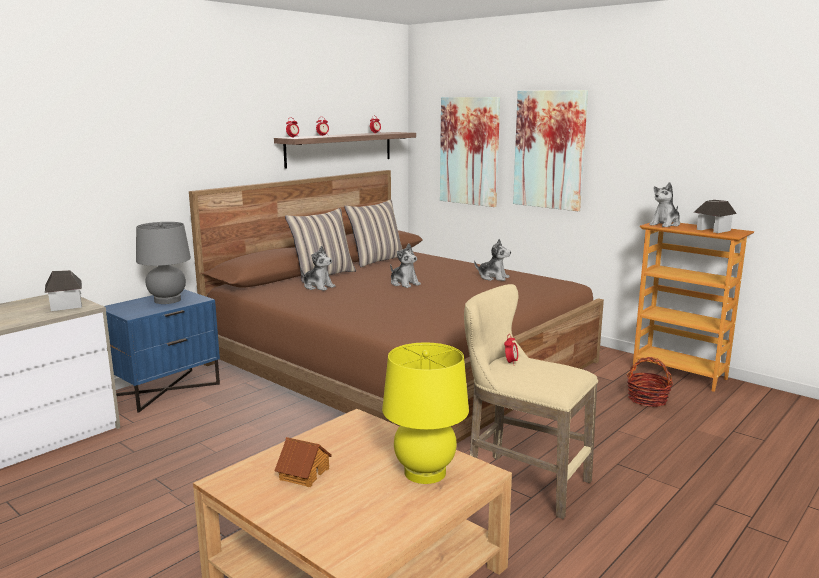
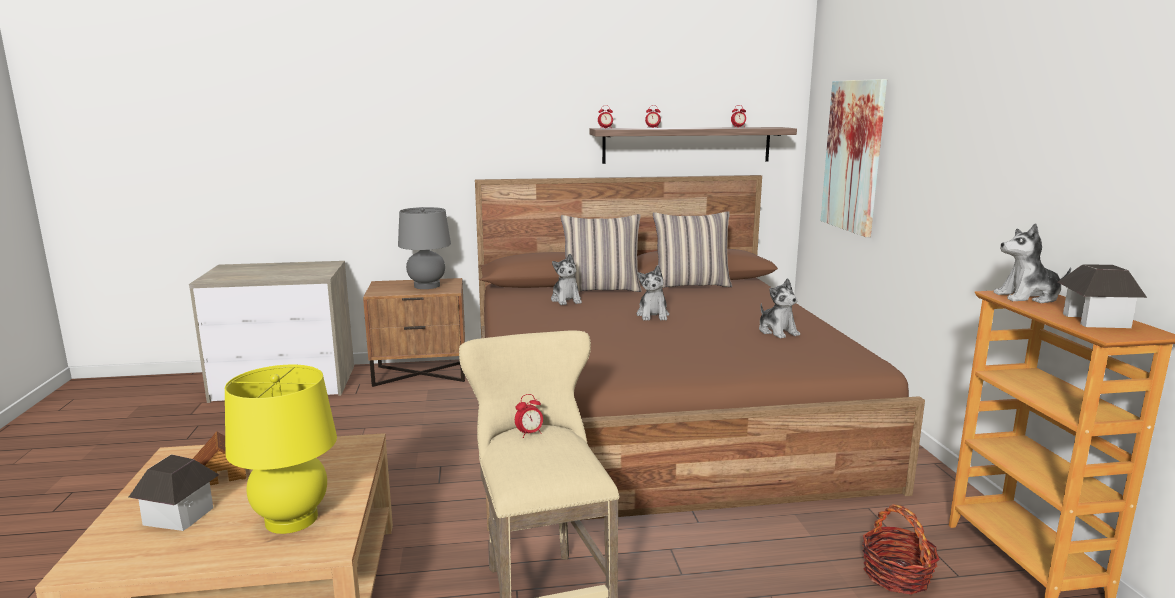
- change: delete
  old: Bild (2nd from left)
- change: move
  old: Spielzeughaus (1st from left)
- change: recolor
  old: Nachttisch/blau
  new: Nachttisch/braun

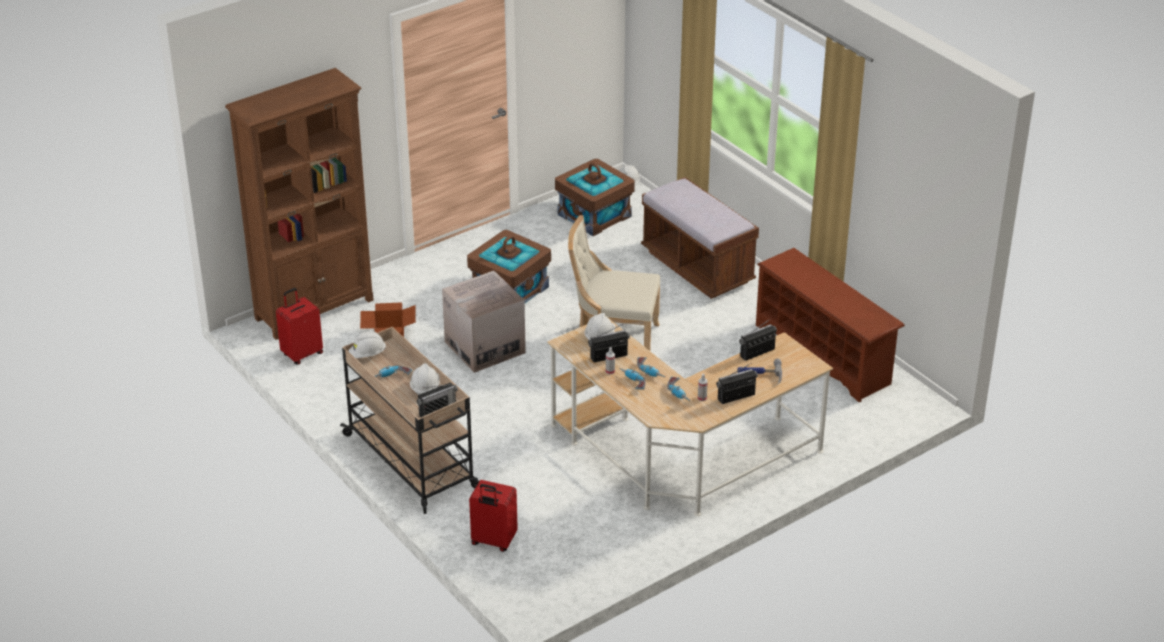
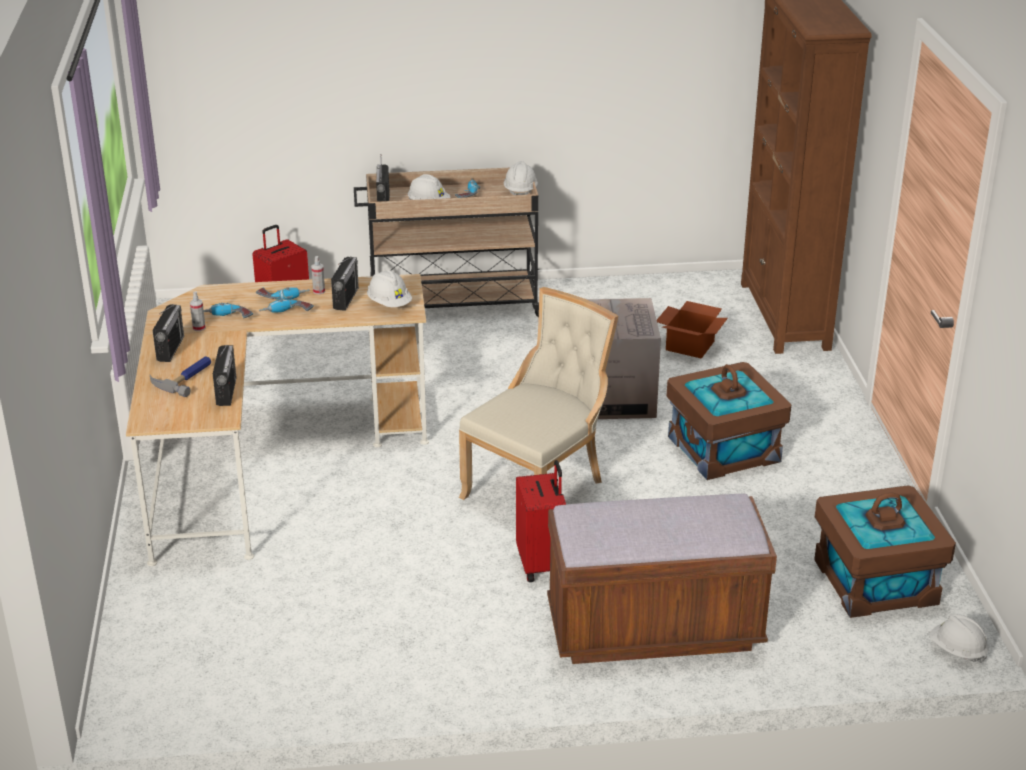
- change: delete
  old: Schuhregal/braun
- change: move
  old: Koffer/rot (1st from left in the first image)
  new: Koffer/rot (2nd from left)

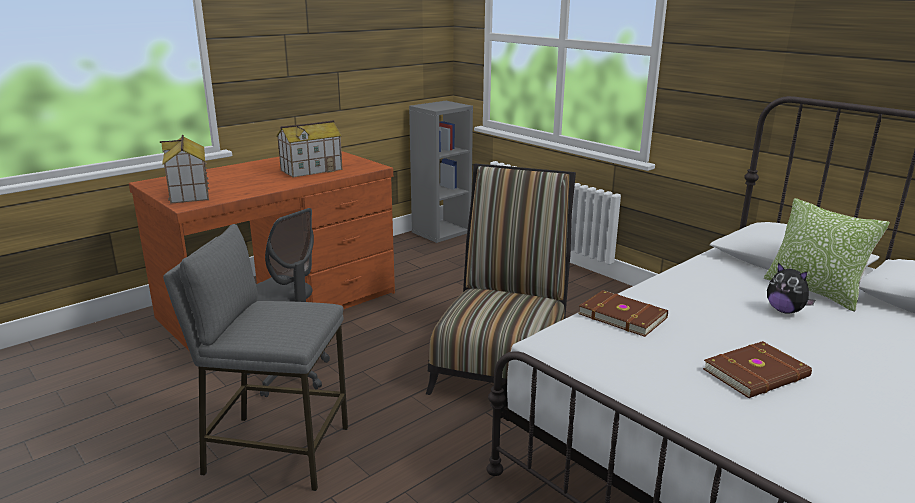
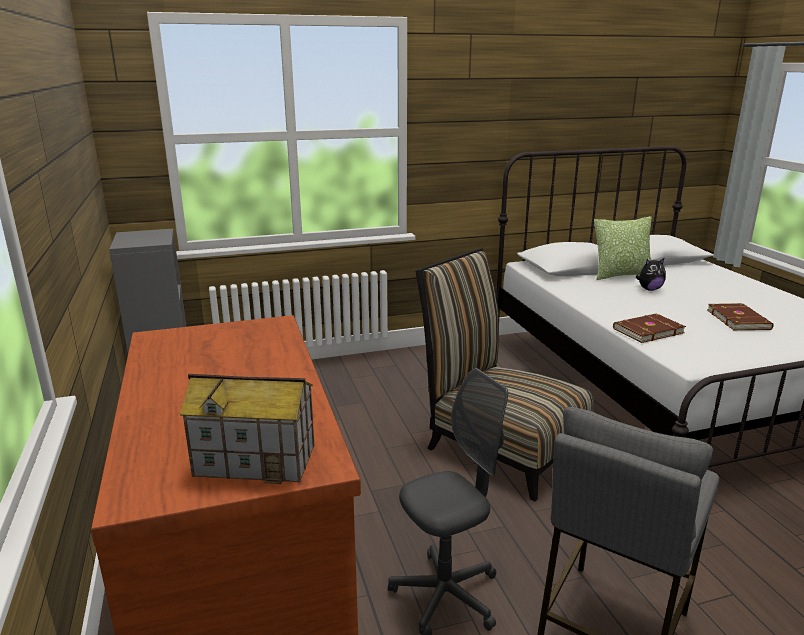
- change: delete
  old: Spielzeughaus (2nd from left)

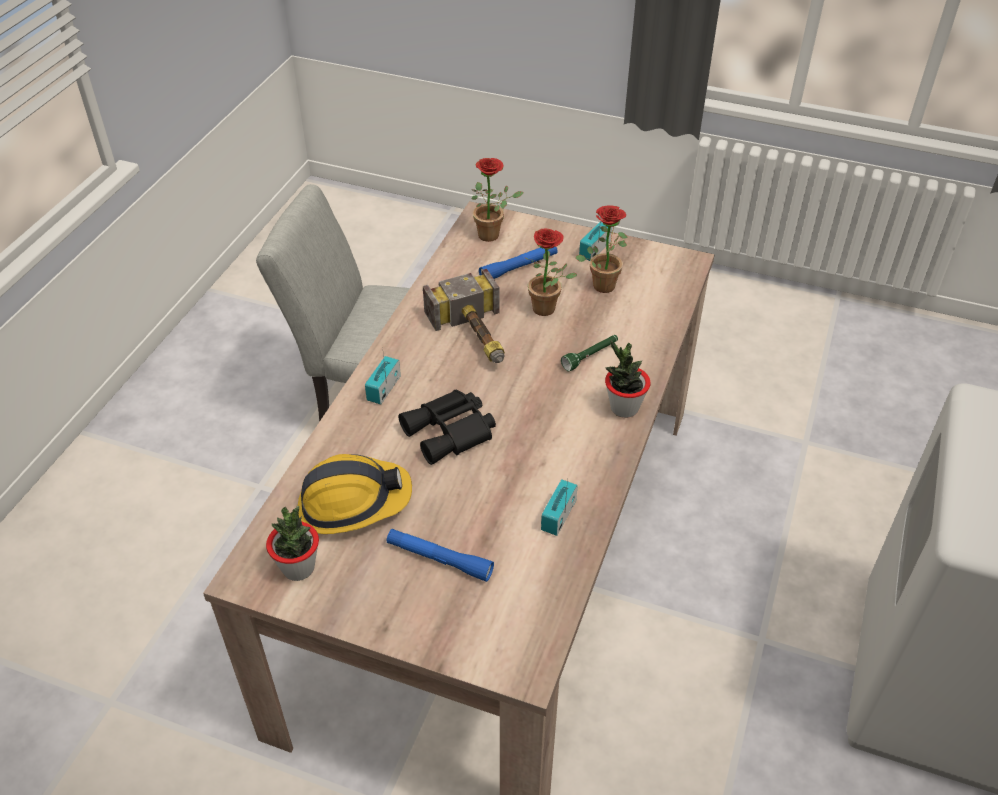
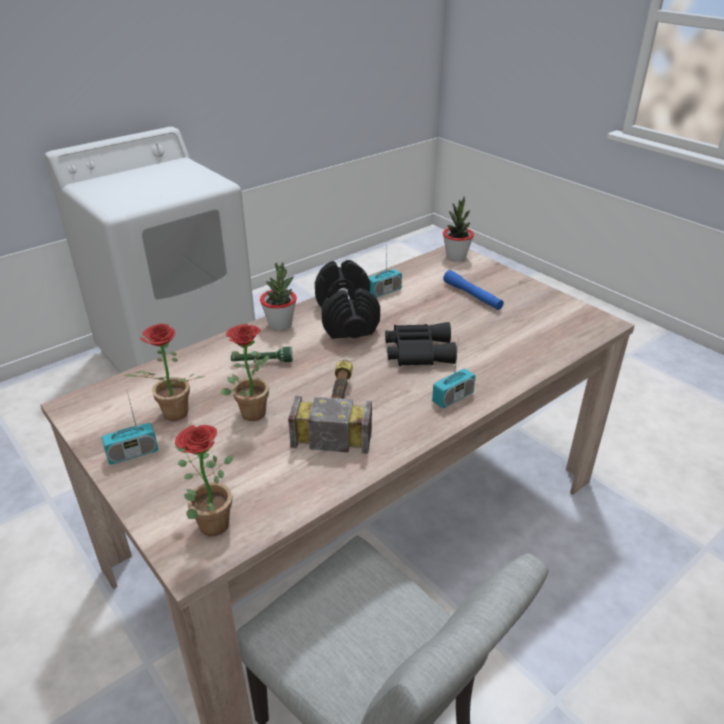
- change: delete
  old: Schutzhelm
- change: delete
  old: Taschenlampe/blau (2nd from left)
- change: insert
  new: Hantel/schwarz
- change: move
  old: Topfpflanze (1st from left in the first image)
  new: Topfpflanze (5th from left)

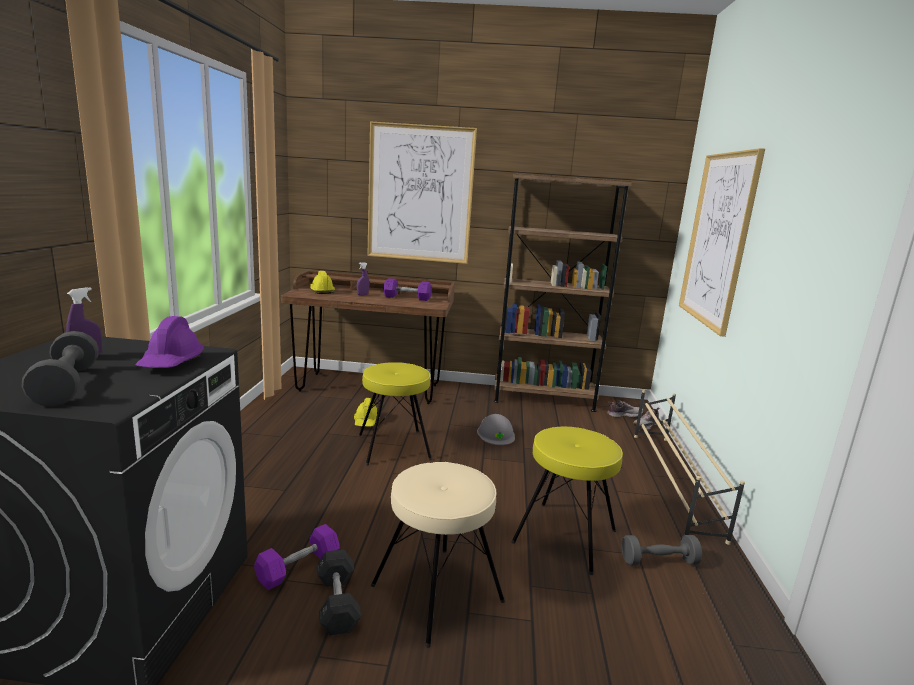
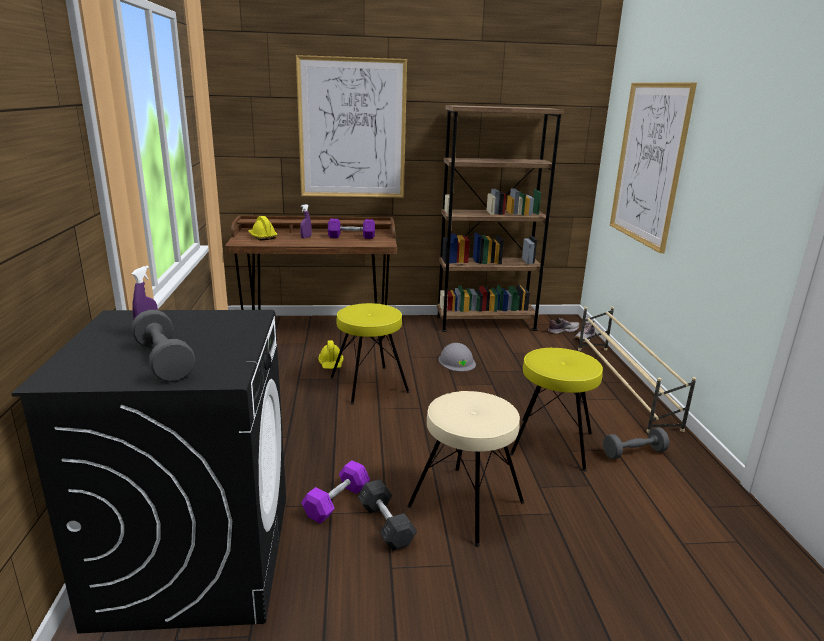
- change: delete
  old: Schutzhelm/lila

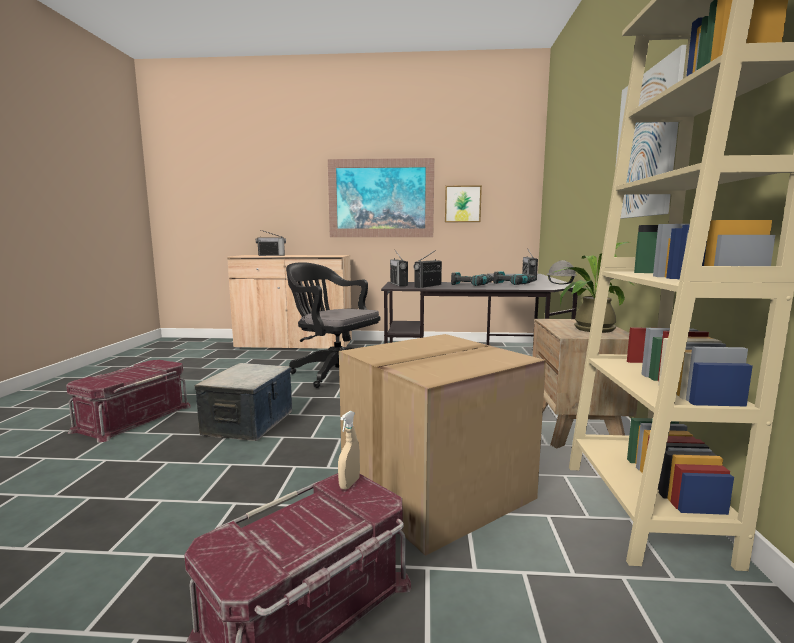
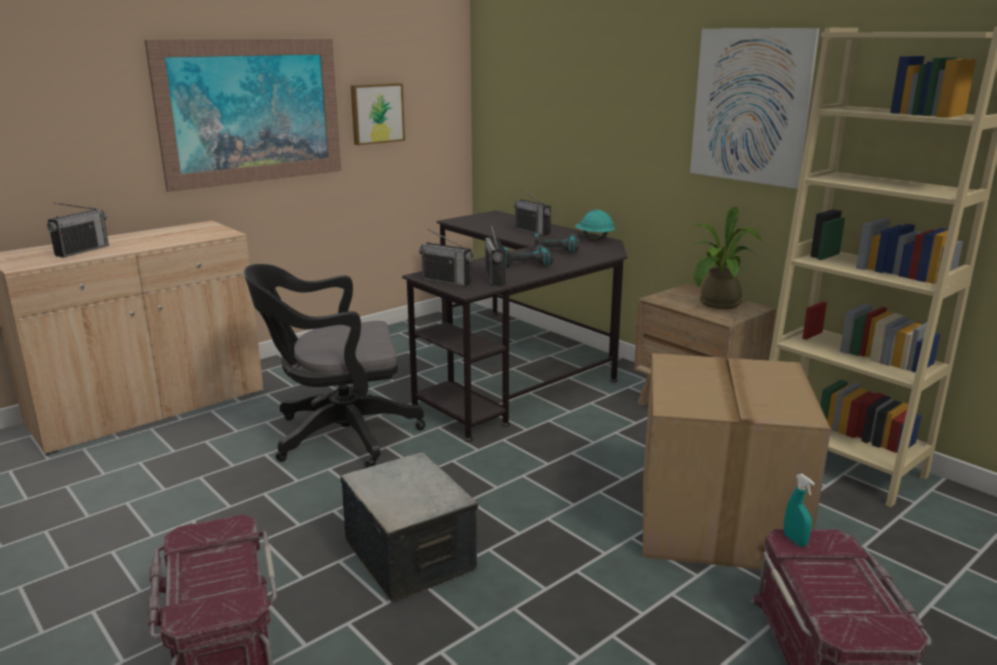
- change: recolor
  old: Sprühflasche/beige
  new: Sprühflasche/türkis
- change: recolor
  old: Schutzhelm/grau
  new: Schutzhelm/türkis

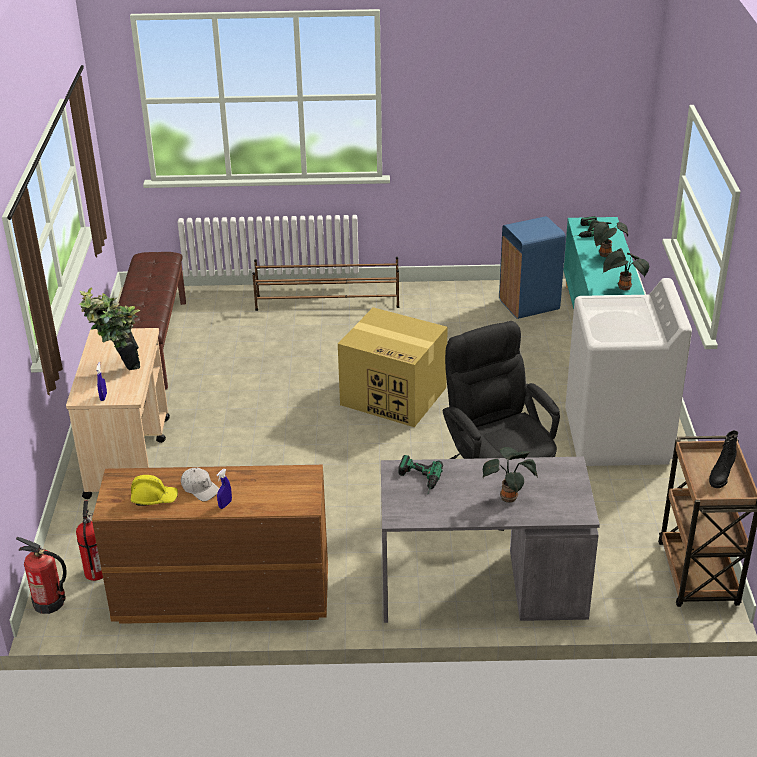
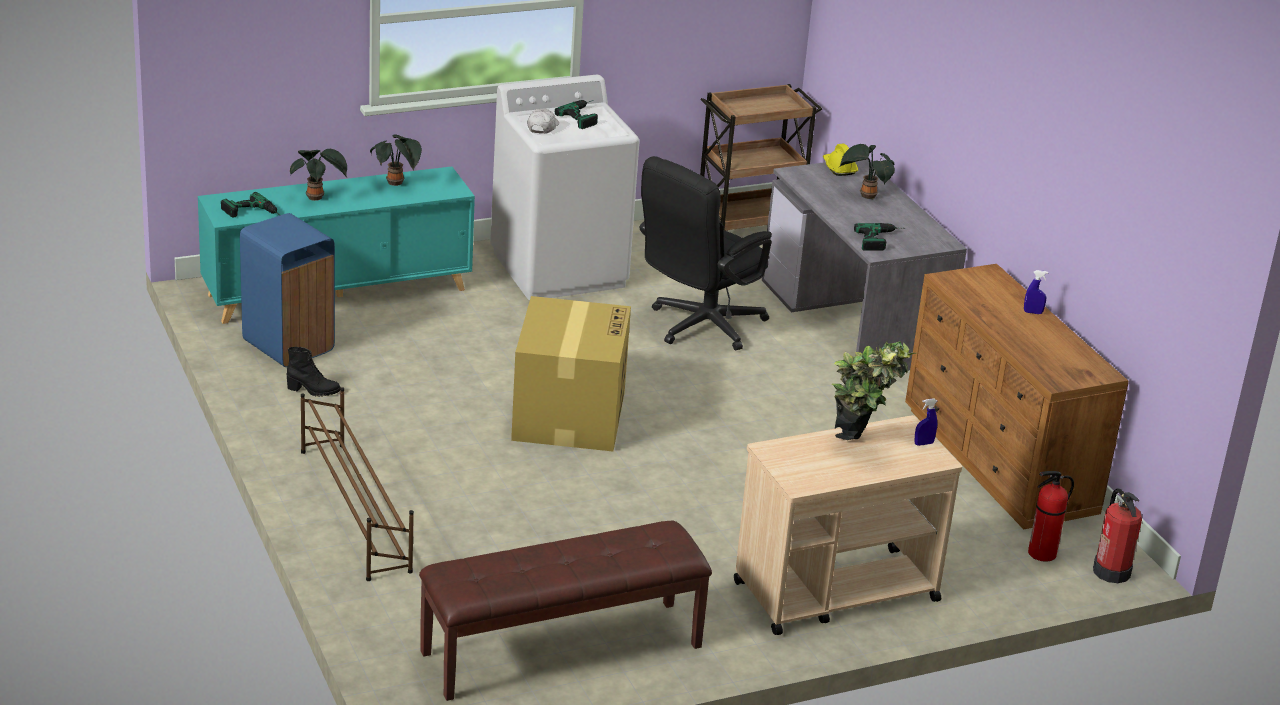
- change: insert
  new: Bohrmaschine (2nd from left)
- change: move
  old: Schutzhelm/gelb
- change: move
  old: Kappe/weiß
- change: move
  old: Stiefel/schwarz

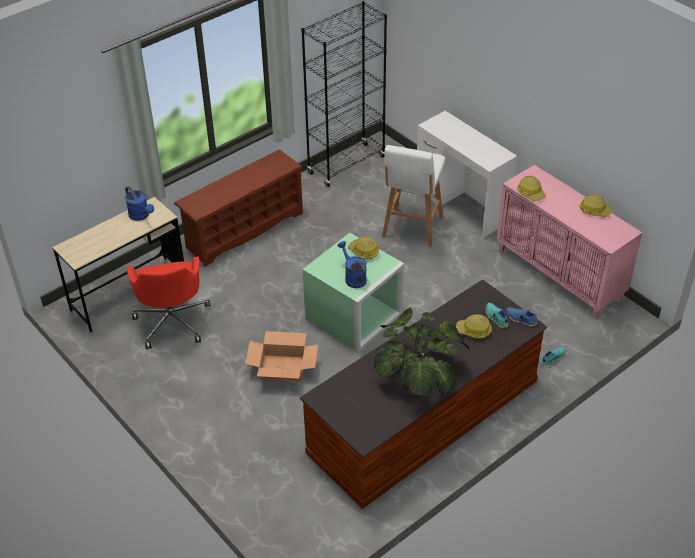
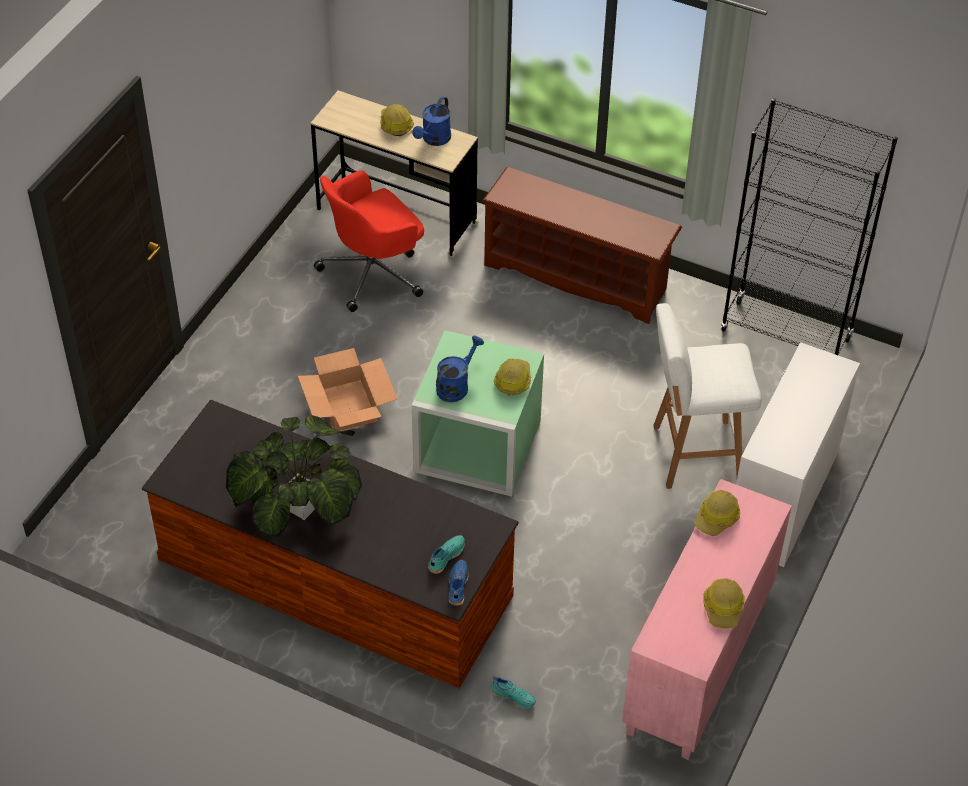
- change: move
  old: Schutzhelm (2nd from left in the first image)
  new: Schutzhelm (1st from left)

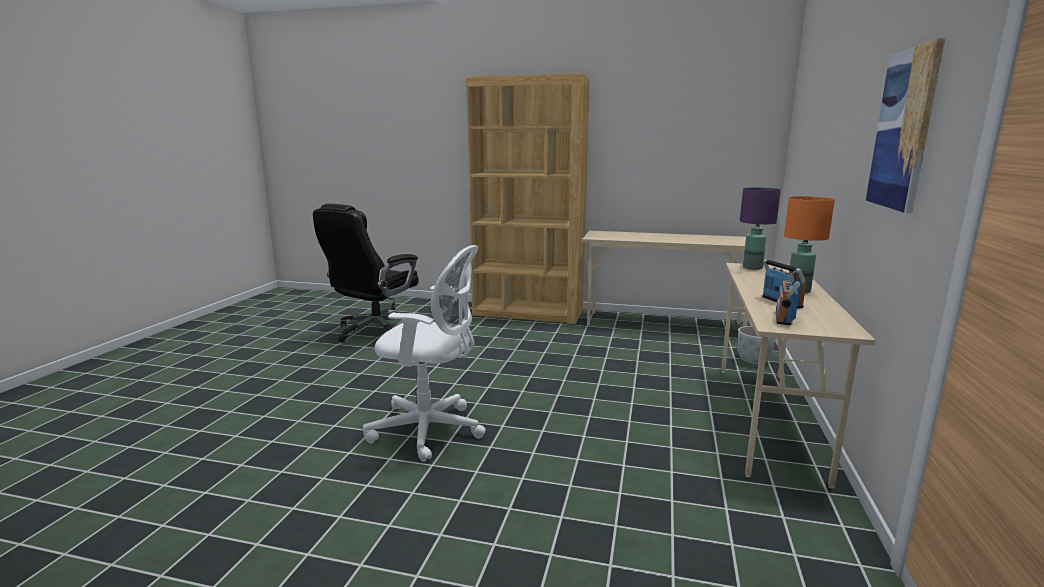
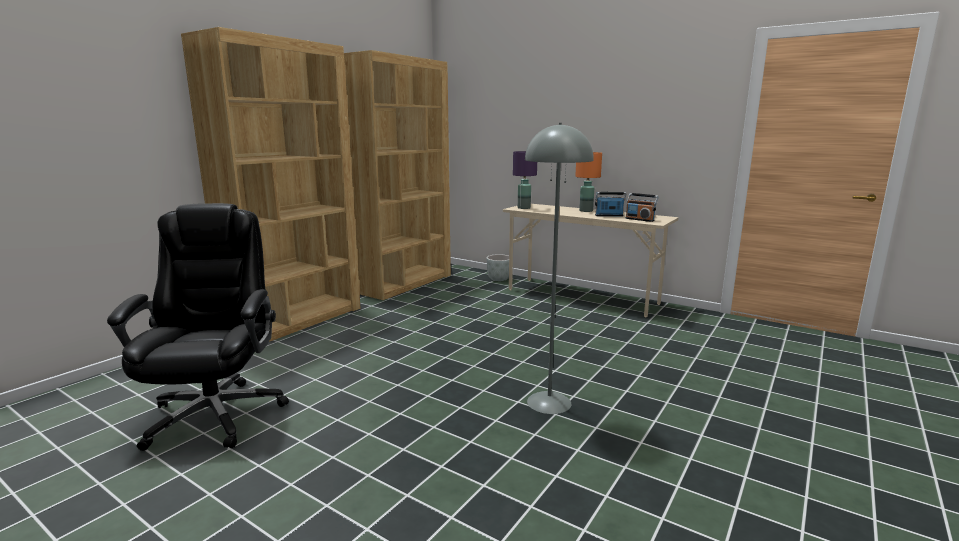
- change: delete
  old: Bild
- change: replace
  old: Bürostuhl/weiß
  new: Stehlampe/grau
- change: replace
  old: Schreibtisch/beige (1st from left)
  new: Bücherregal/braun (2nd from left)
- change: rotate
  old: Bürostuhl/schwarz
  degrees: -150

